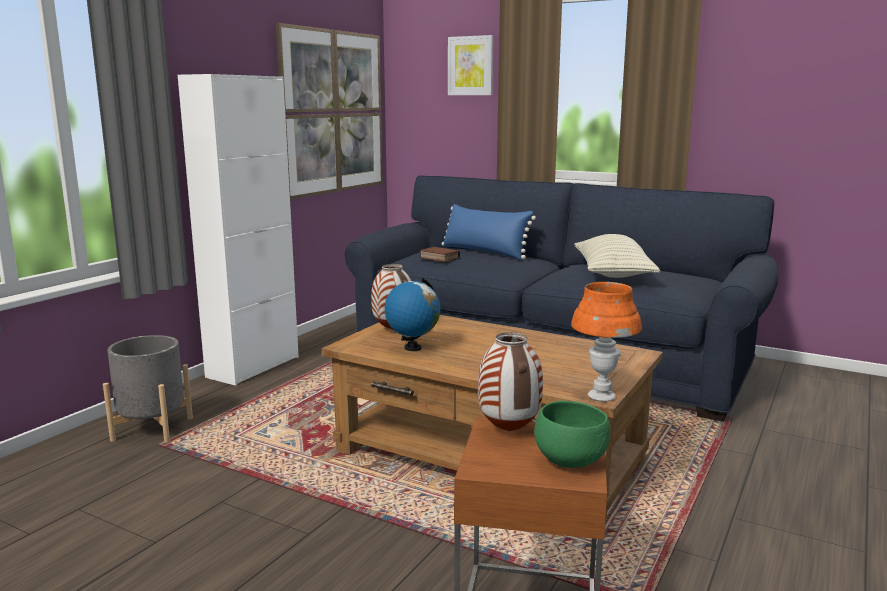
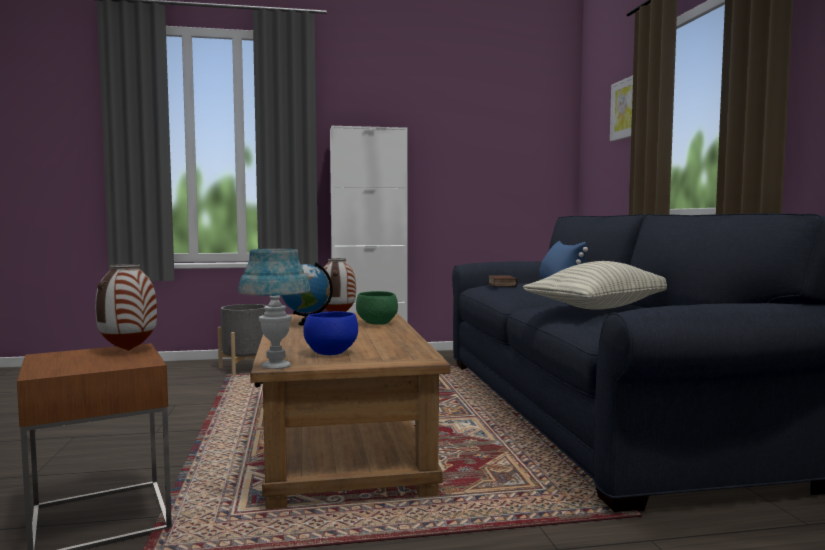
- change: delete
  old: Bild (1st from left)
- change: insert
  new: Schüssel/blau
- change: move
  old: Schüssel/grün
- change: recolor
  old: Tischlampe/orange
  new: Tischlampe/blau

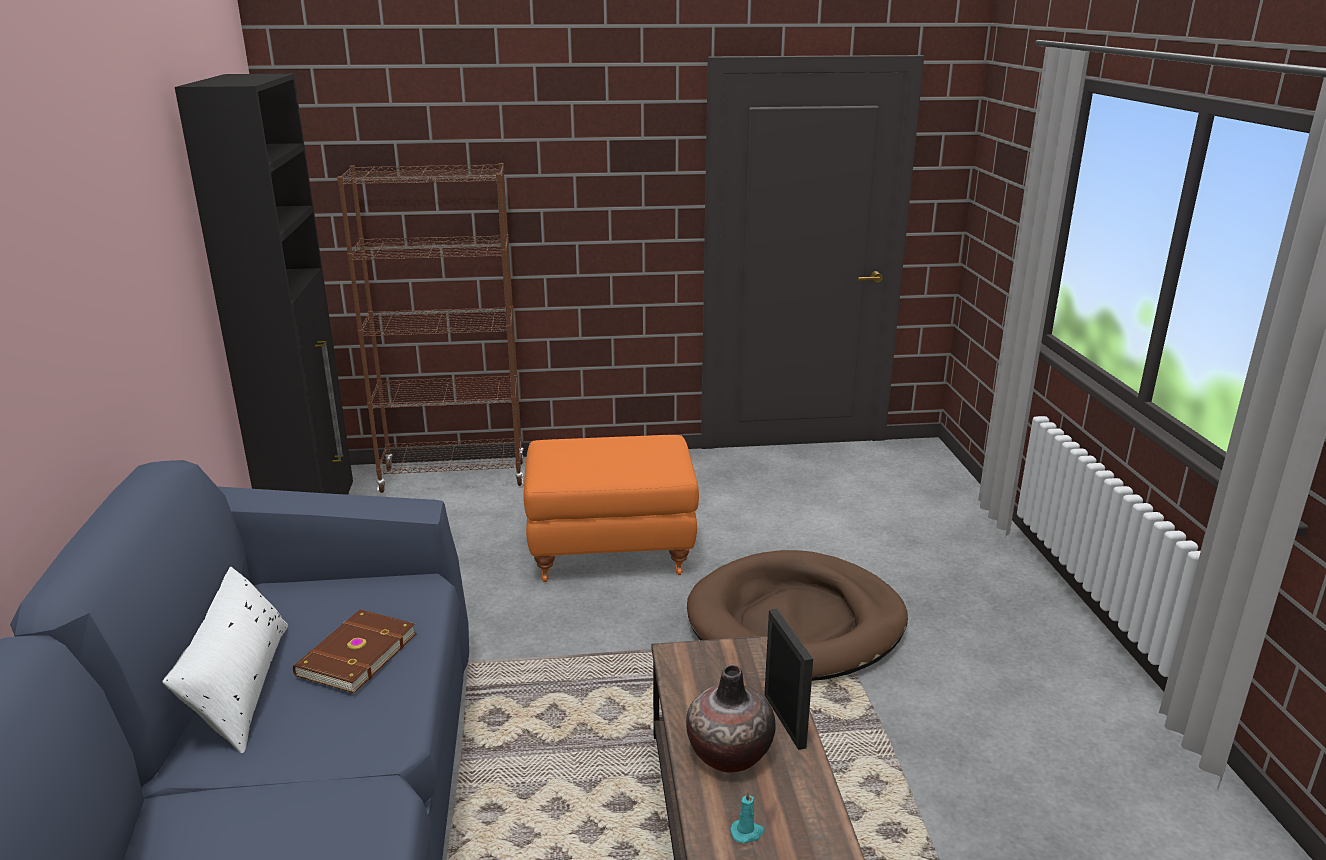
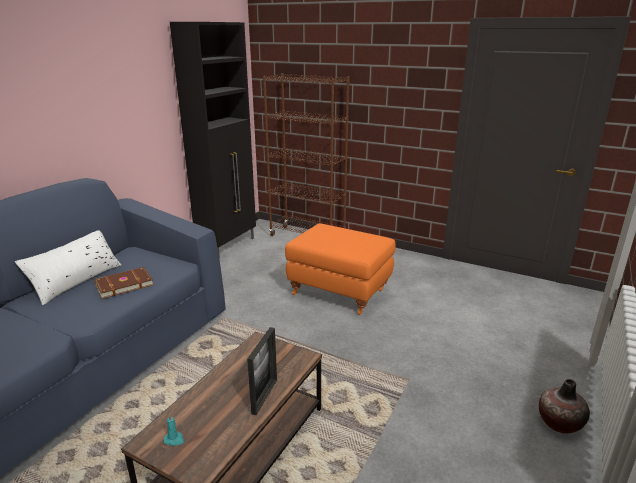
- change: delete
  old: Hundebett/braun
- change: move
  old: Vase

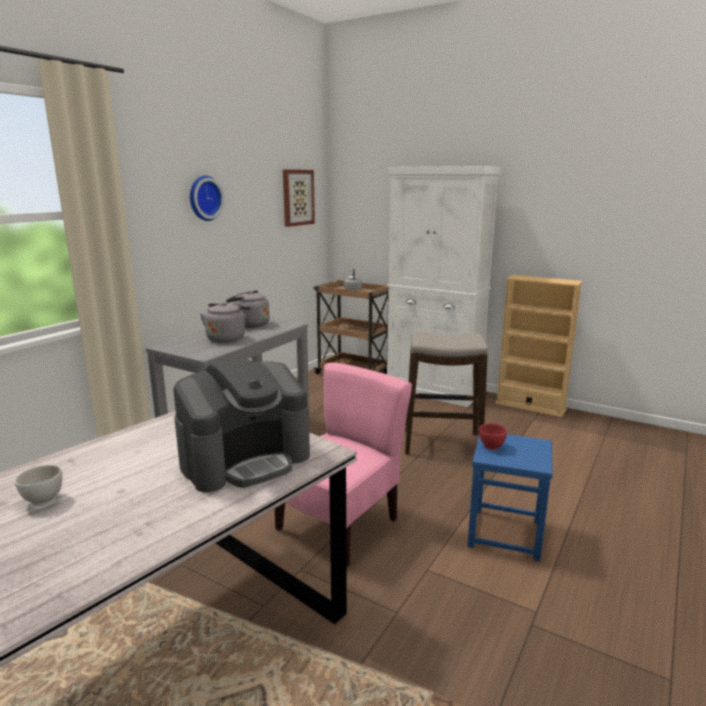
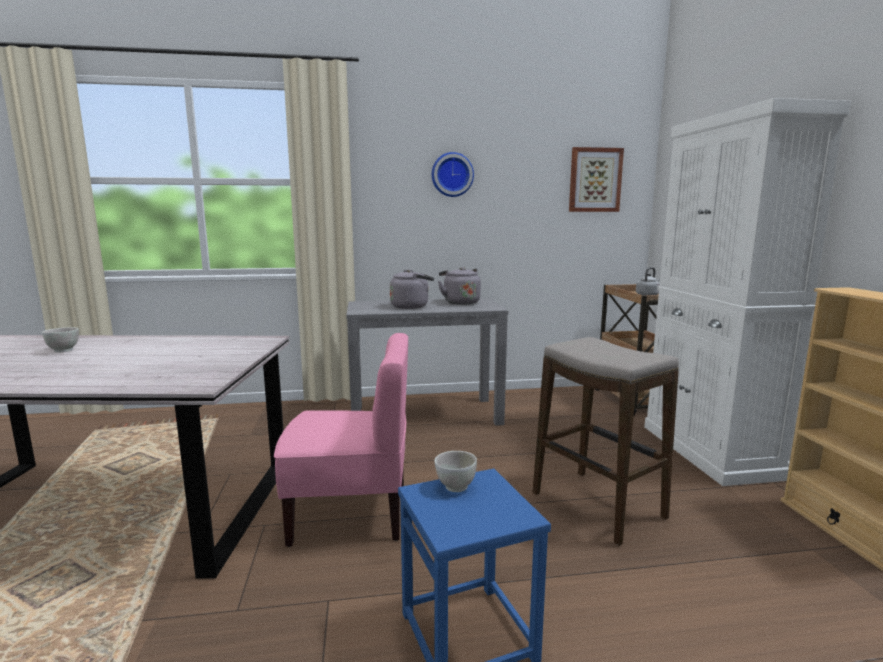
- change: delete
  old: Kaffeemaschine
- change: recolor
  old: Schüssel/rot
  new: Schüssel/weiß (2nd from left)

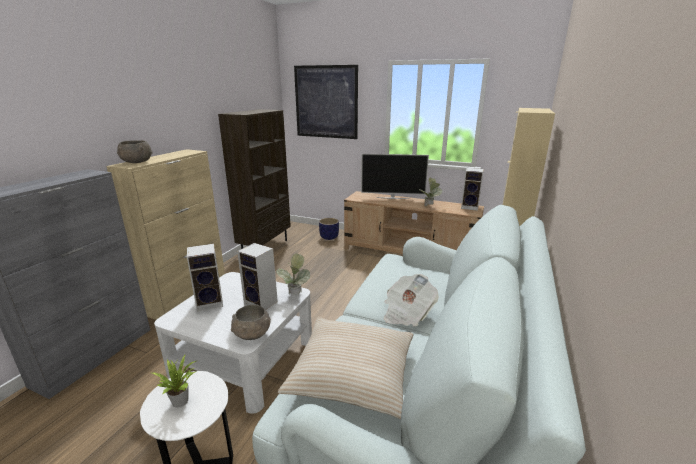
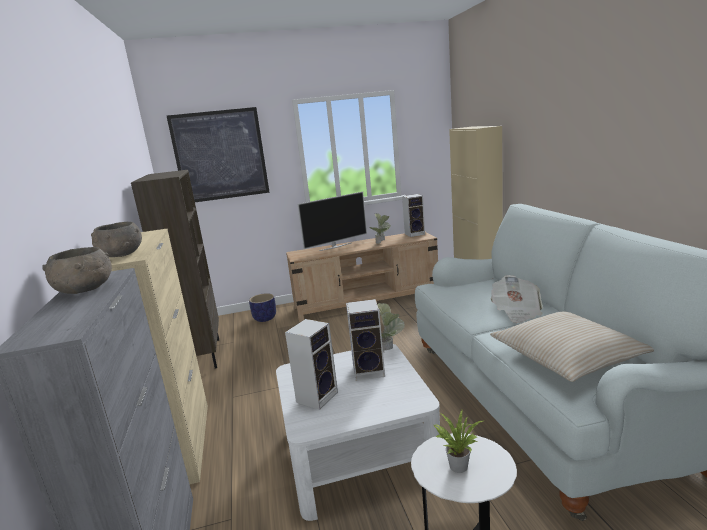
- change: move
  old: Schüssel/grau (2nd from left in the first image)
  new: Schüssel/grau (1st from left)

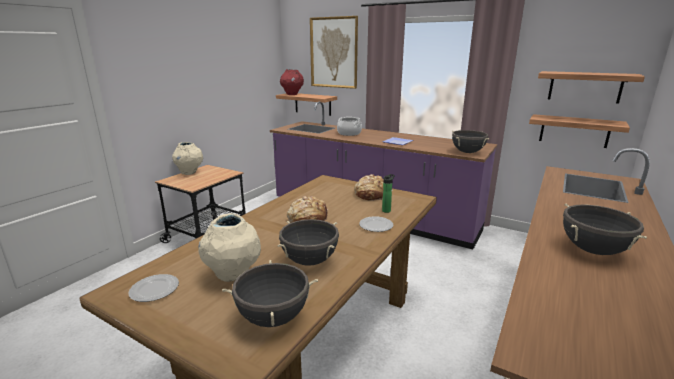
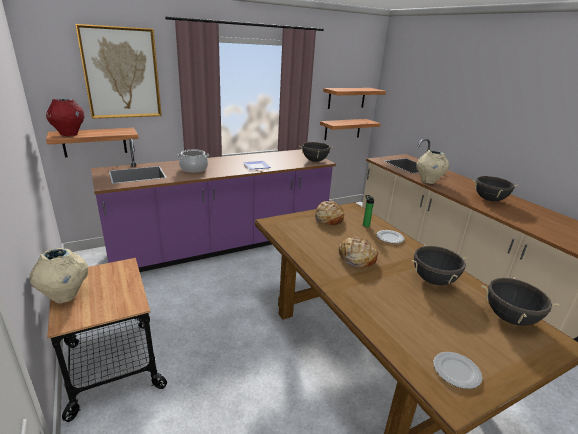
- change: move
  old: Vase/beige (2nd from left)

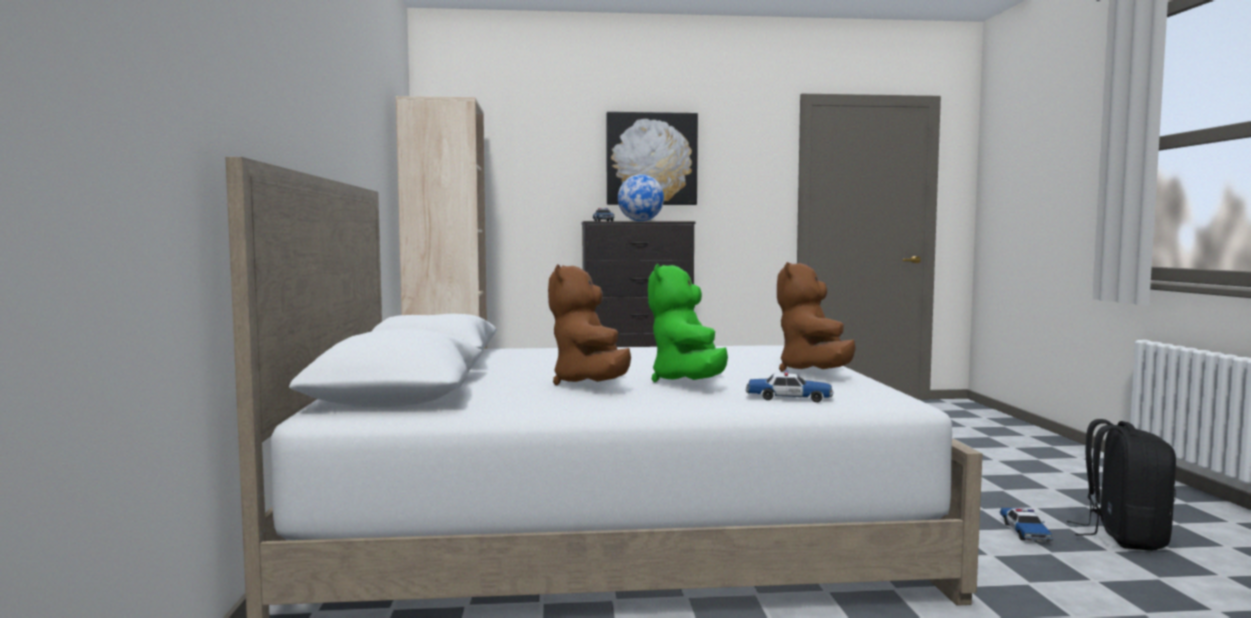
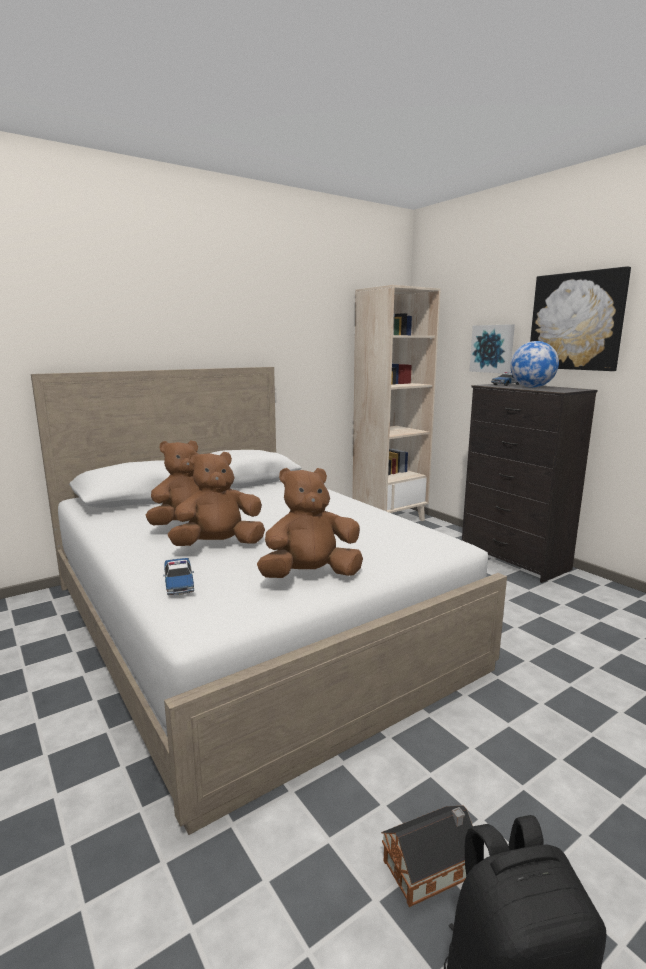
- change: insert
  new: Bild (1st from left)
- change: replace
  old: Spielzeugauto (3rd from left)
  new: Spielzeughaus
- change: recolor
  old: Plüschtier/grün
  new: Plüschtier/braun (2nd from left)

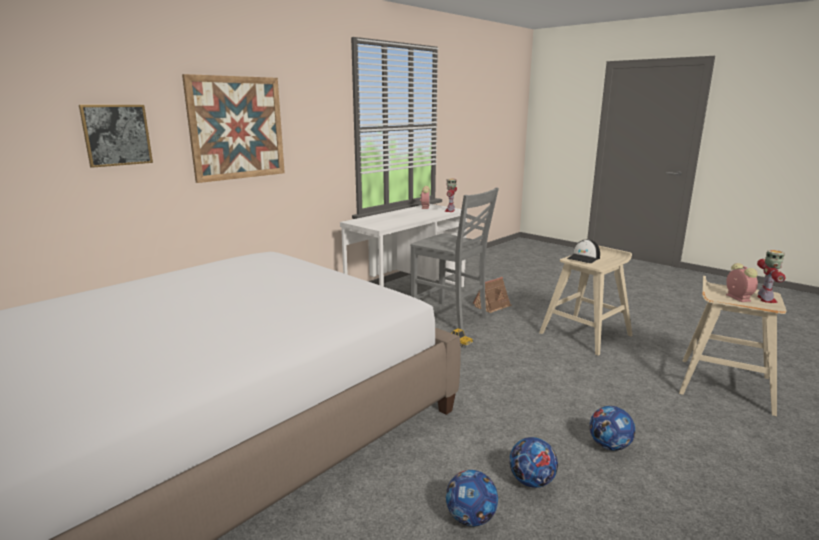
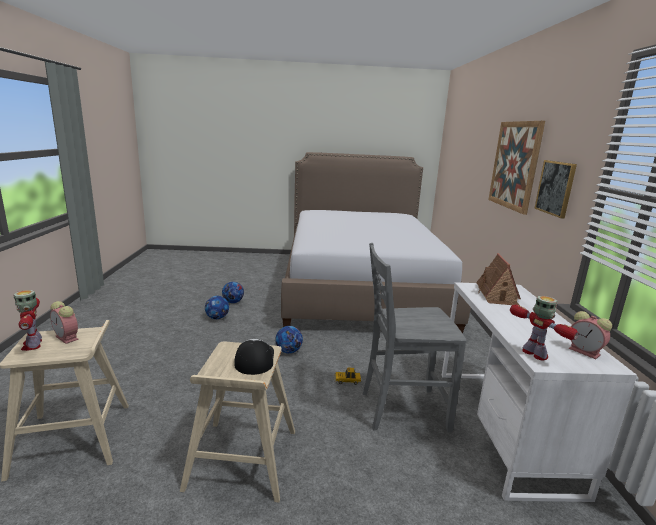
- change: move
  old: Bild (1st from left in the first image)
  new: Bild (2nd from left)
- change: move
  old: Spielzeughaus
- change: move
  old: Fußball (3rd from left)

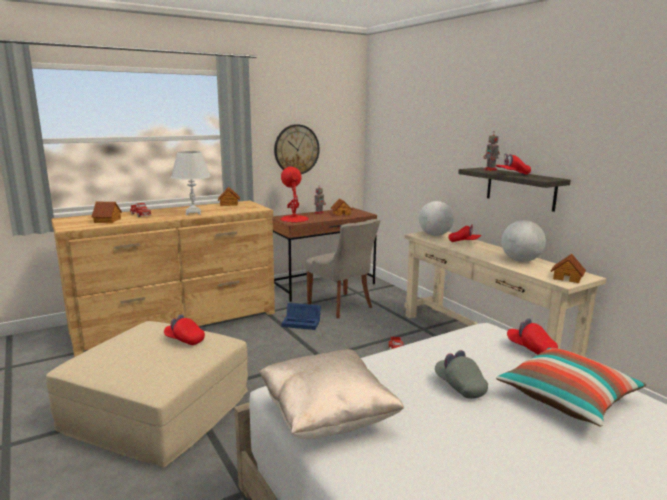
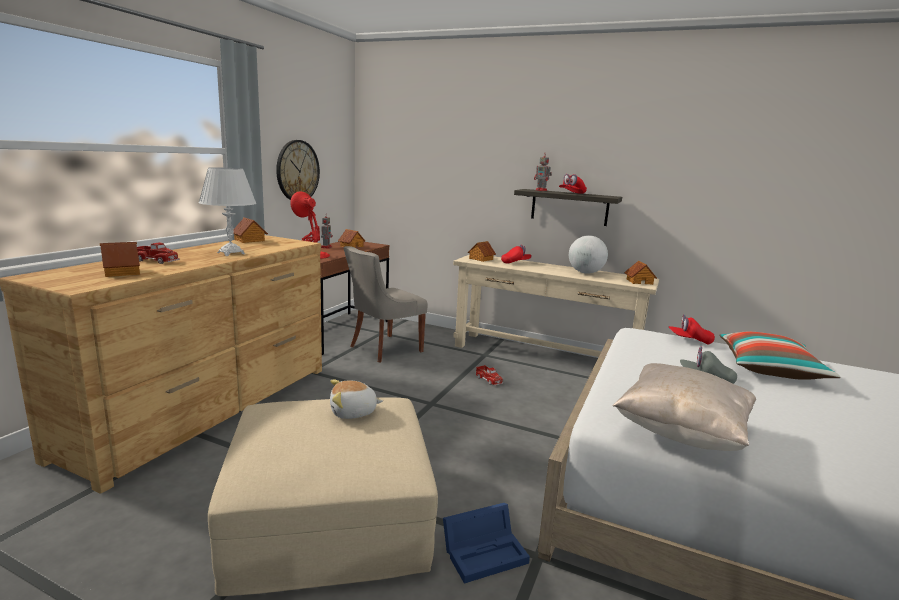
- change: move
  old: Aufbewahrungsbox/blau
- change: replace
  old: Kappe/rot (1st from left)
  new: Plüschtier
- change: replace
  old: Globus (1st from left)
  new: Spielzeughaus (4th from left)
- change: rotate
  old: Stuhl/grau
  degrees: 120

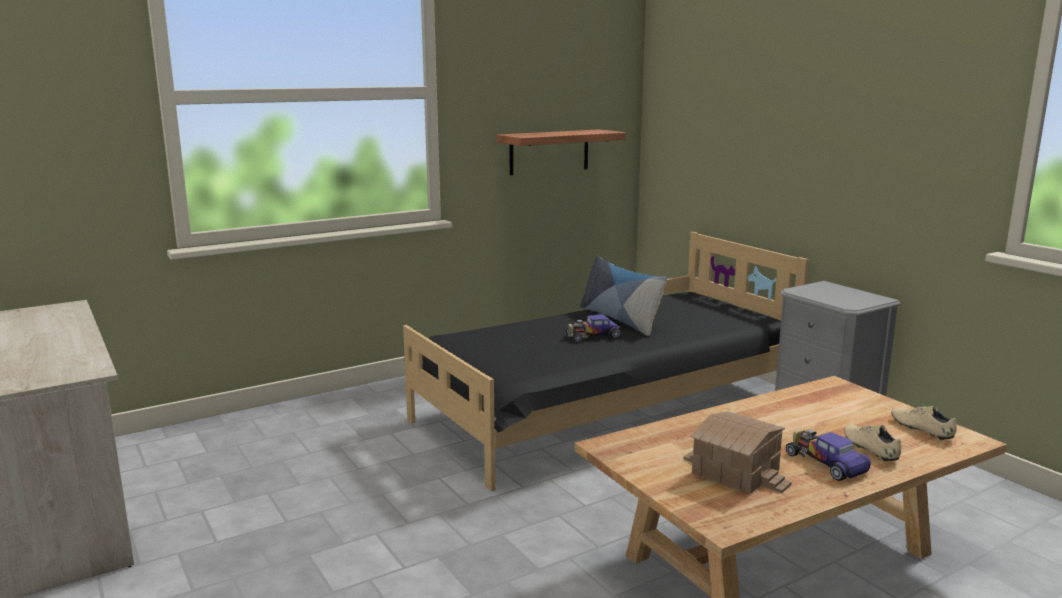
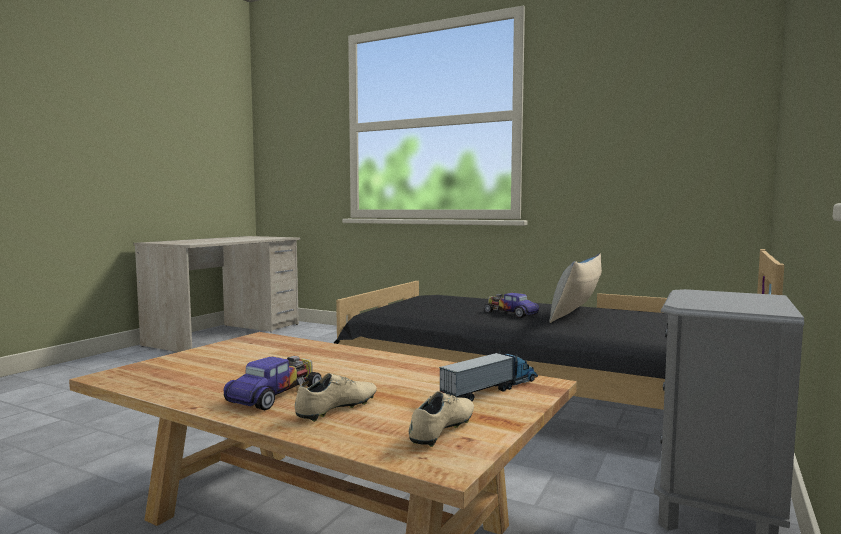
- change: delete
  old: Wandregal
- change: delete
  old: Spielzeughaus
- change: insert
  new: Spielzeuglaster

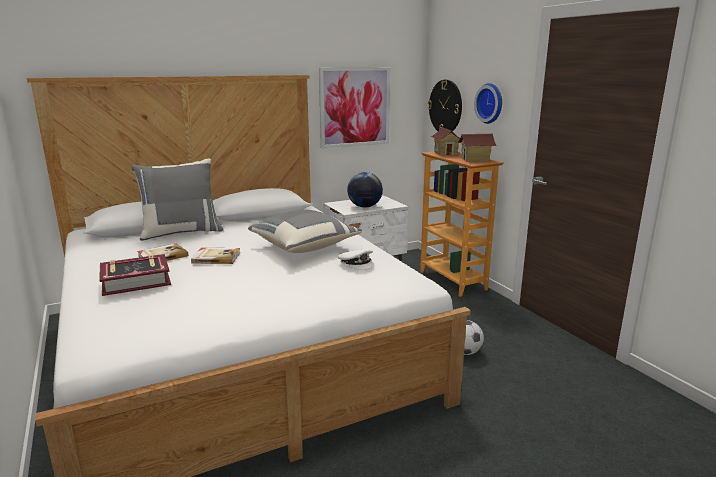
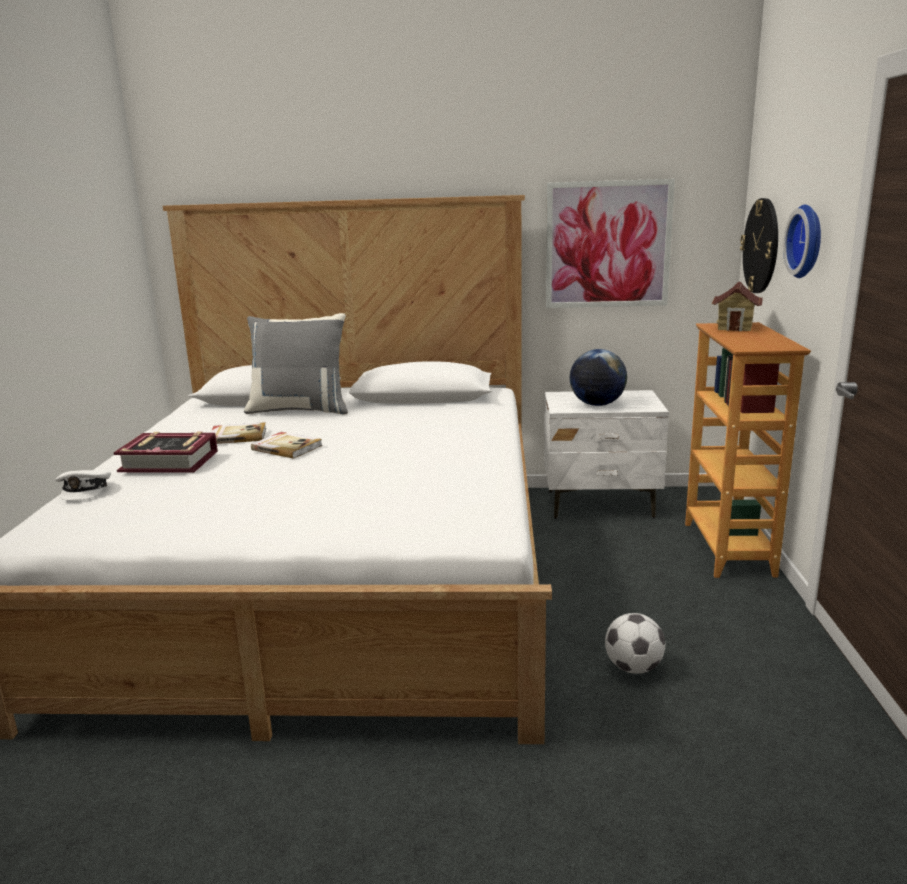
- change: delete
  old: Kissen/grau (2nd from left)
- change: delete
  old: Spielzeughaus (2nd from left)
- change: move
  old: Kappe/weiß

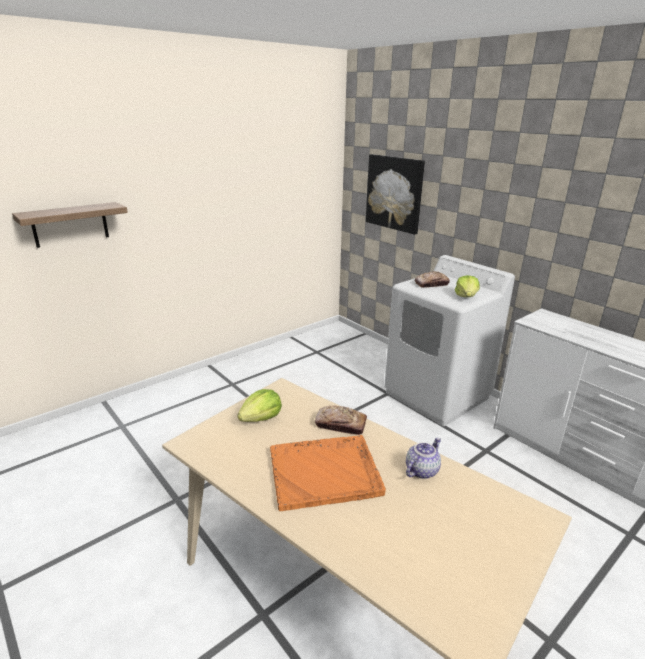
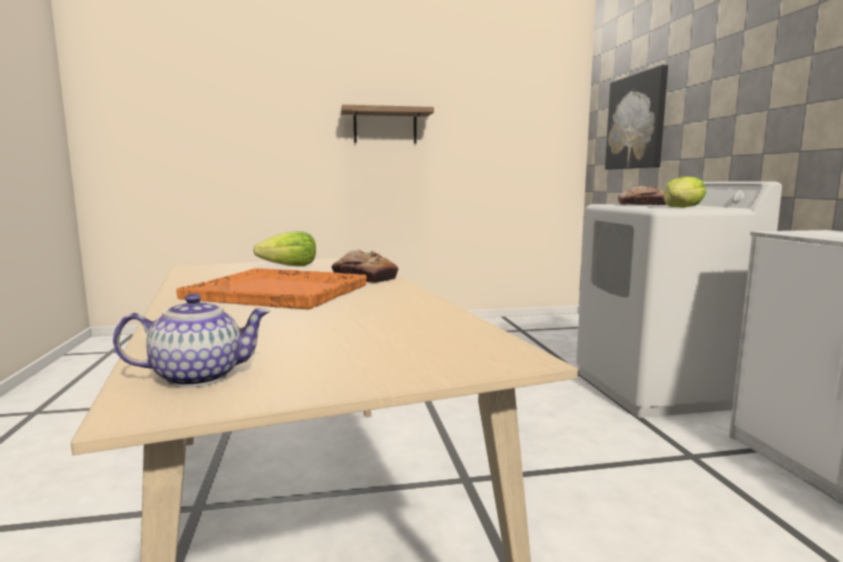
- change: move
  old: Wandregal
- change: move
  old: Teekanne

